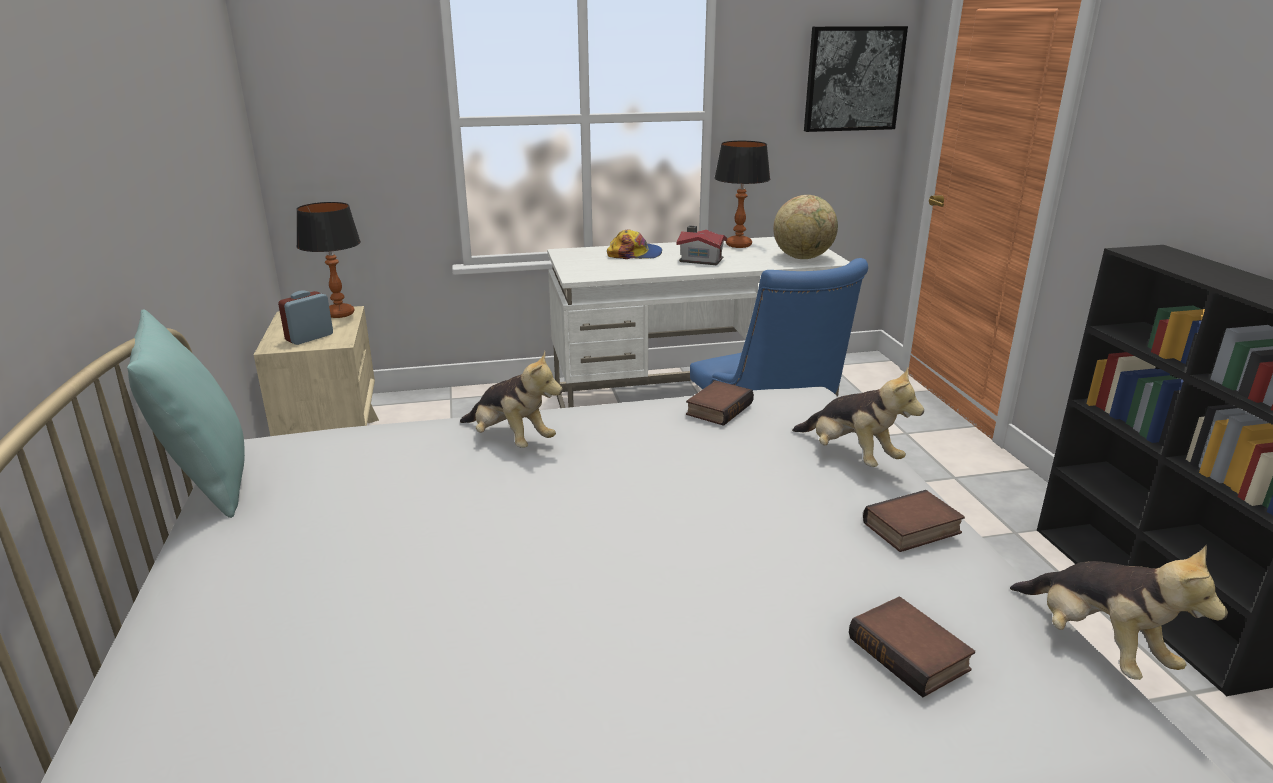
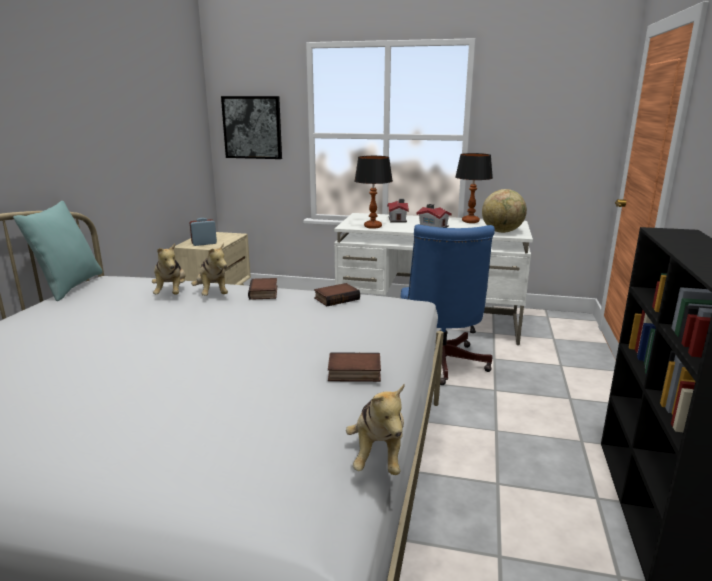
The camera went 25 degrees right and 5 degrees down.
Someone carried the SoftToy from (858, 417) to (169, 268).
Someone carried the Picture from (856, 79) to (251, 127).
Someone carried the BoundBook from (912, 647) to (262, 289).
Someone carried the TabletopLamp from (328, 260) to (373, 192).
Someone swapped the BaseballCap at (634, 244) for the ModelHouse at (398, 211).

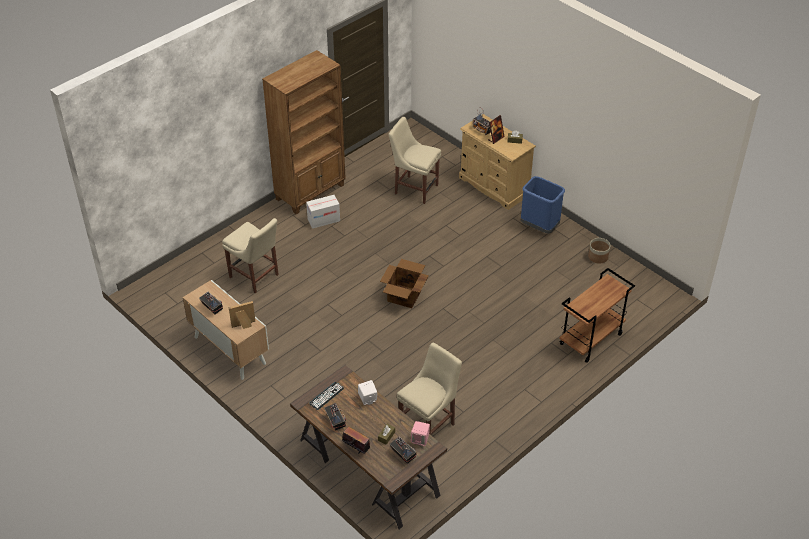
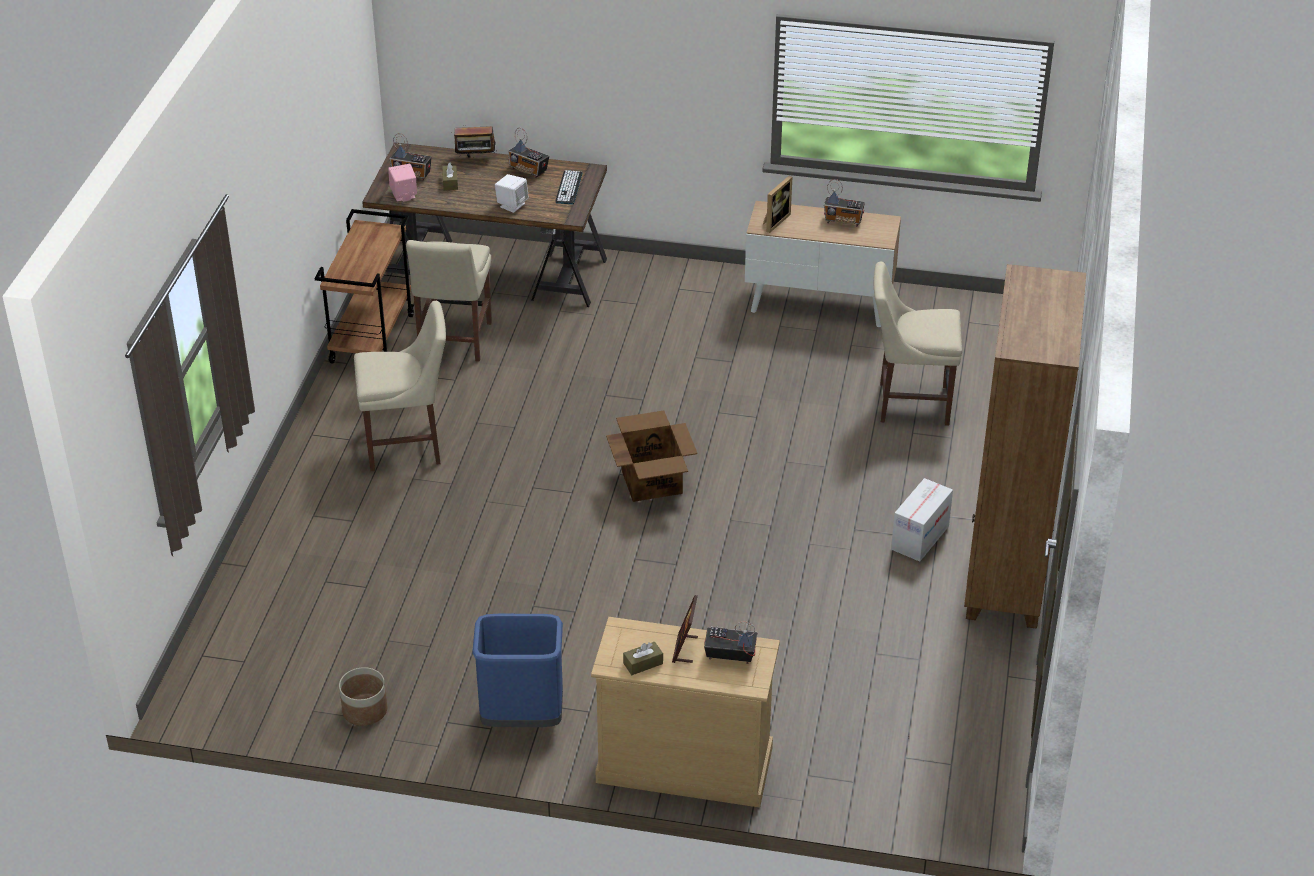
The camera went 145 degrees right and 5 degrees down.
Someone carried the BrownishCart from (597, 315) to (364, 286).
Someone carried the BeigePlainChair from (415, 160) to (400, 386).

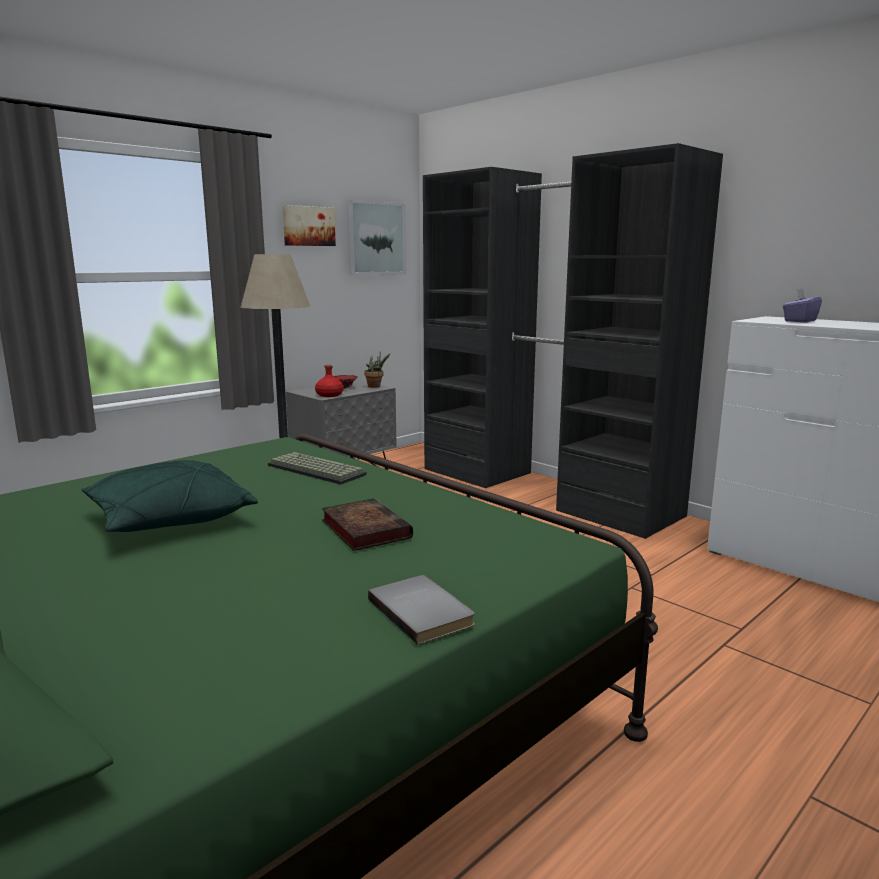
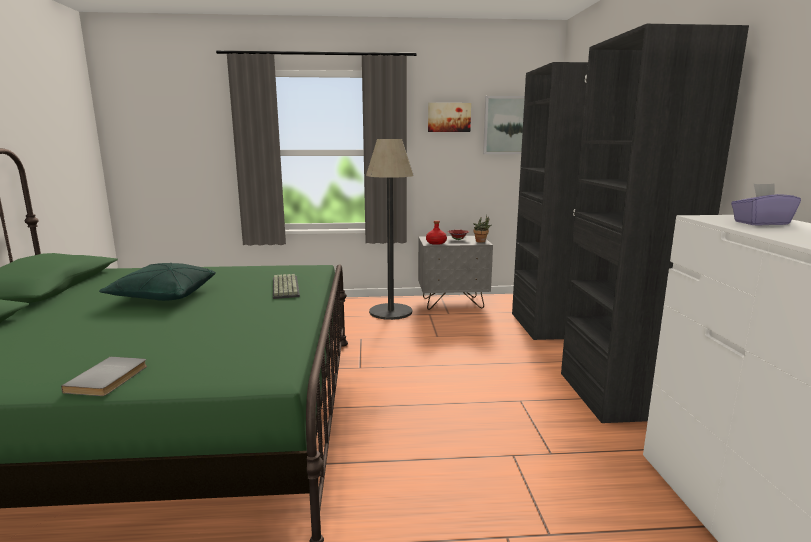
The camera went 40 degrees right and 0 degrees up.
Someone took away the BoundBook at (367, 524).

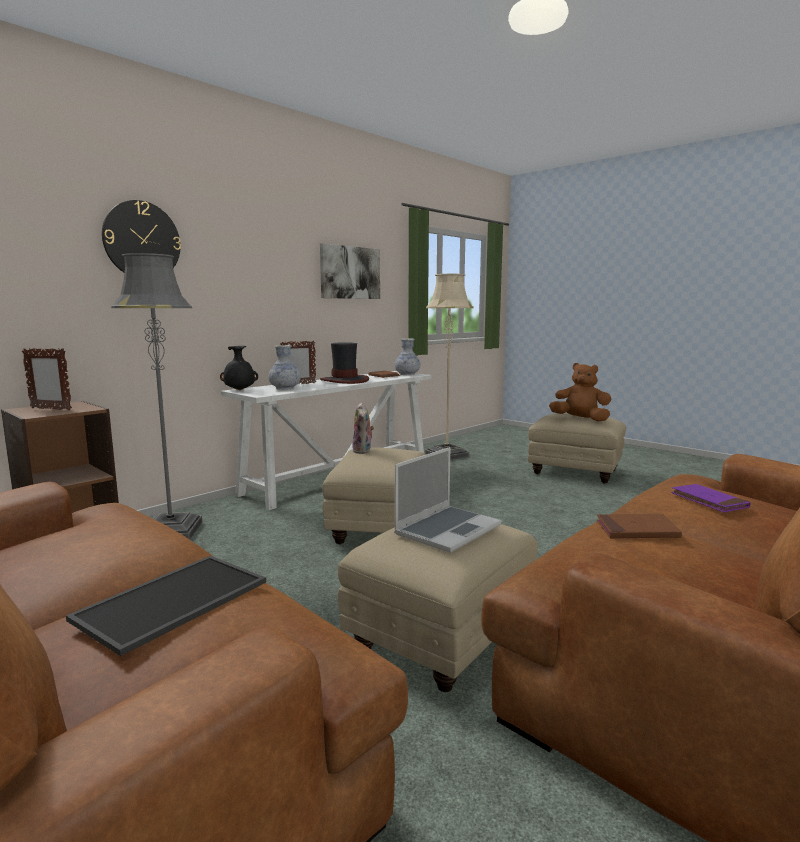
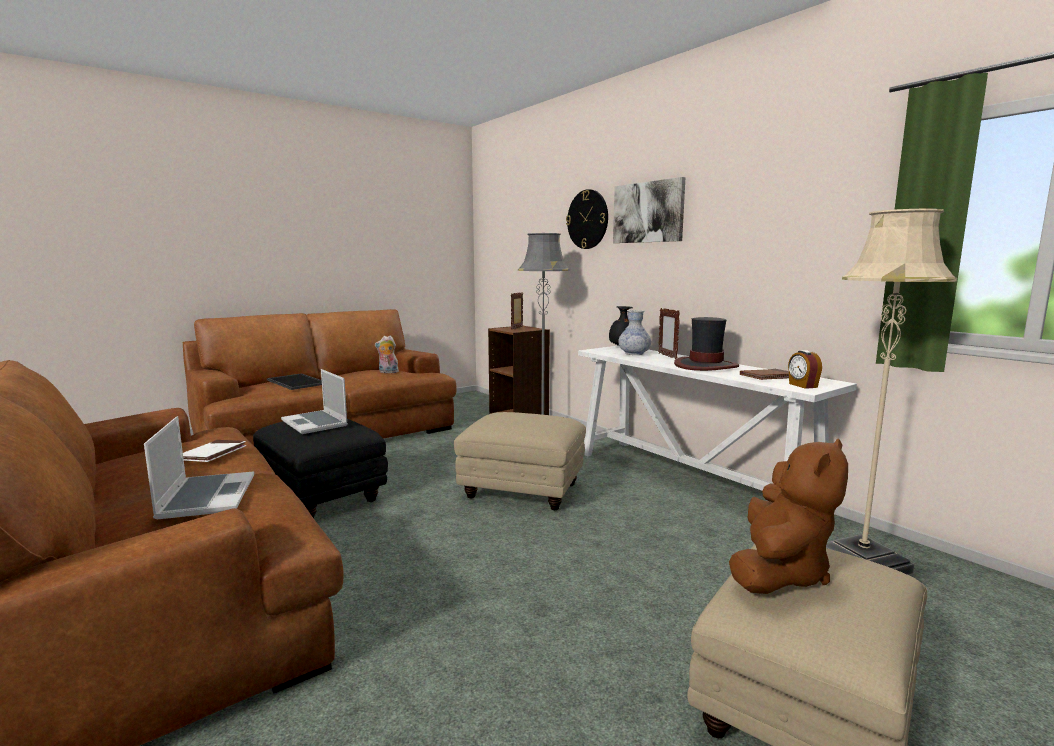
The camera went 100 degrees right and 0 degrees up.
Someone swapped the PurpleColouredBoundBook at (711, 498) for the NotebookComputer at (199, 467).
Someone repainted the BrownishBoundBook at (639, 526), which became the WhiteBoundBook at (214, 451).
Someone repainted the BeigeOttoman at (437, 608), which became the BlackColouredOttoman at (320, 468).
Someone carried the SoftToy from (363, 428) to (387, 354).
Someone carried the Picture from (350, 271) to (649, 210).
Someone swapped the Vase at (407, 357) for the TableClock at (805, 369).

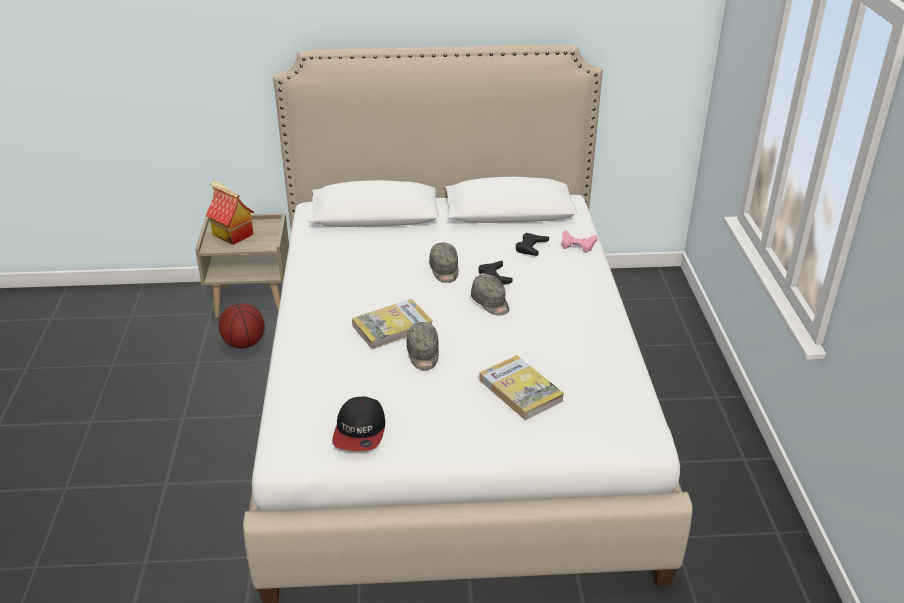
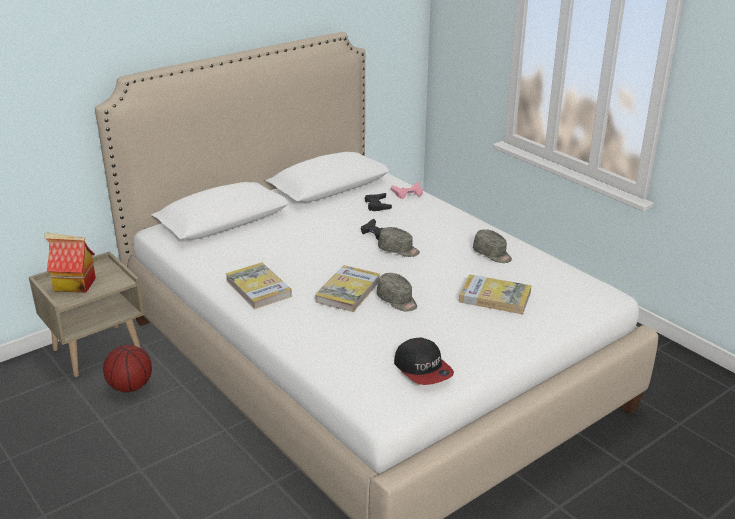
The camera went 35 degrees left and 5 degrees down.
Someone put down the BoundBook at (259, 285).
Someone carried the GreyBaseballCap from (444, 263) to (492, 246).

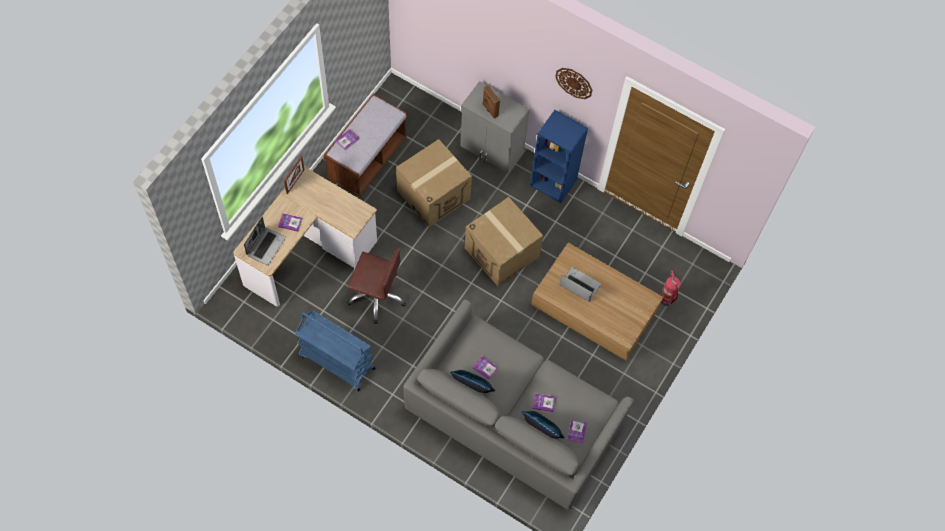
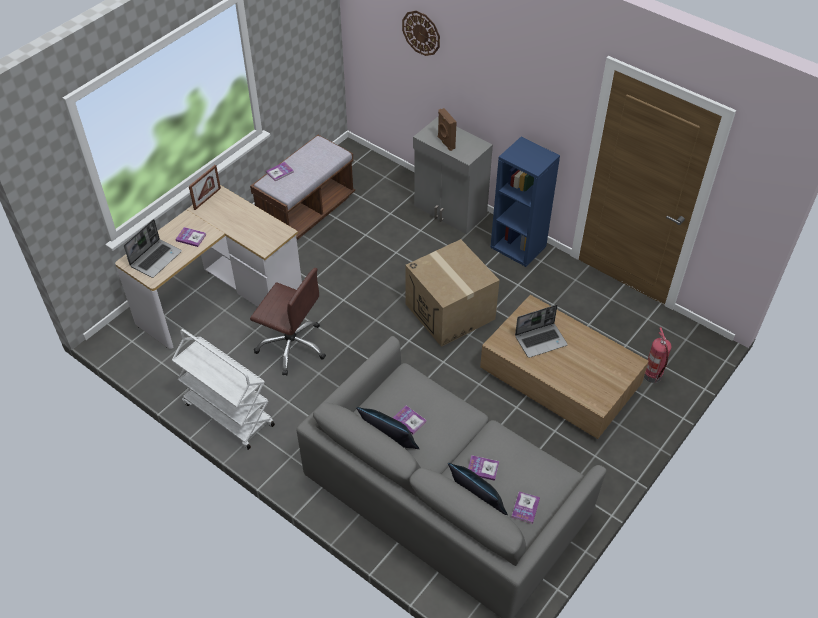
The camera went 10 degrees right and 15 degrees down.
Someone repainted the BlueCart at (335, 351), which became the WhiteCart at (223, 389).
Someone carried the HangingClock from (573, 83) to (421, 33).
Someone rotated the NotebookComputer at (580, 284) by 120 degrees clockwise.
Someone took away the Carton at (434, 183).

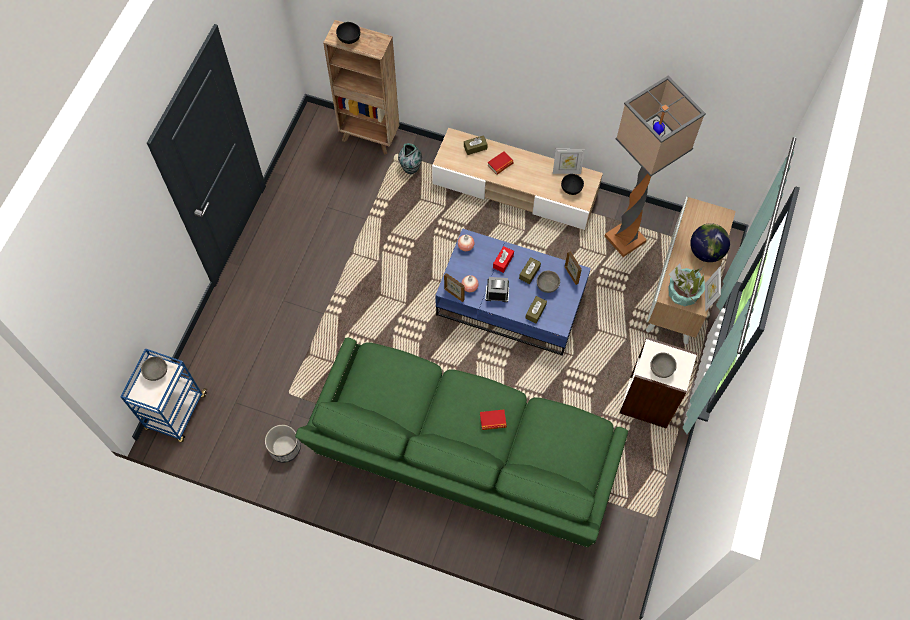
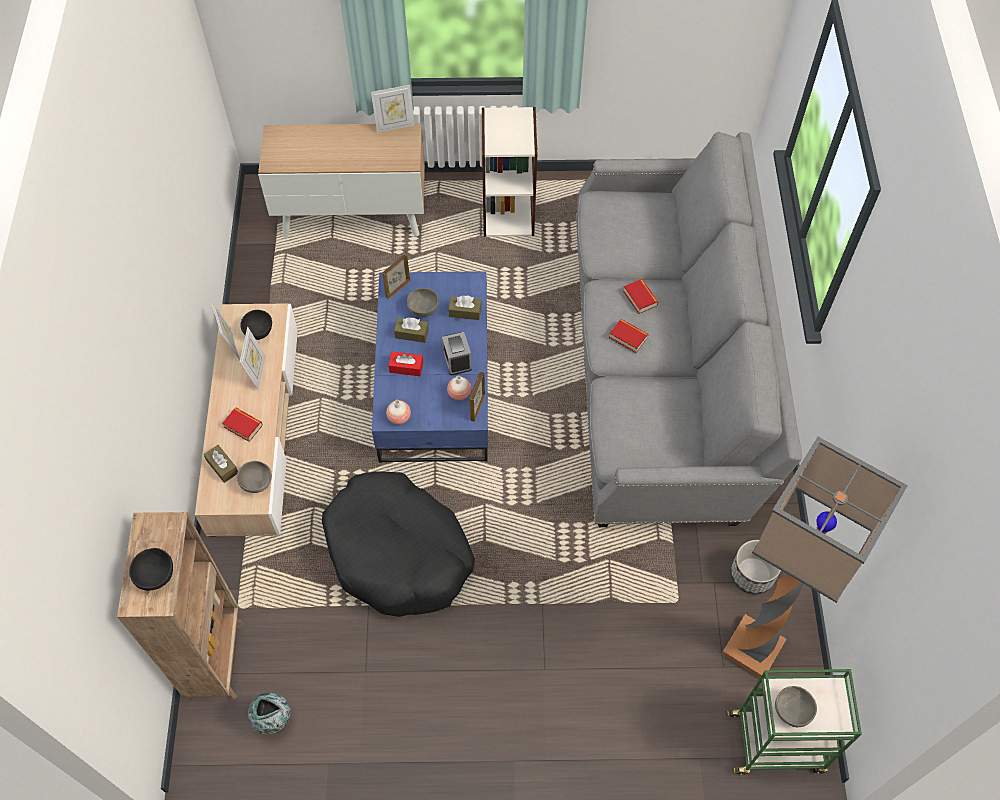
The camera went 110 degrees left and 5 degrees down.
Someone carried the GreyDeepDish from (663, 365) to (254, 477).
Someone put down the PictureFrame at (253, 358).
Someone carried the Vase from (410, 158) to (269, 713).
Someone put down the BlackColouredPetBed at (398, 544).
Someone repainted the GreenColouredSettee at (461, 442), which became the GreySettee at (689, 329).
Someone put down the BoundBook at (628, 336).
Someone carried the FloorLamp from (655, 166) to (815, 557).
Someone repainted the BlueCart at (163, 395), which became the GreenColouredCart at (794, 722).
Someone took away the PlantInAPot at (686, 285).
Someone took away the Globe at (710, 242).

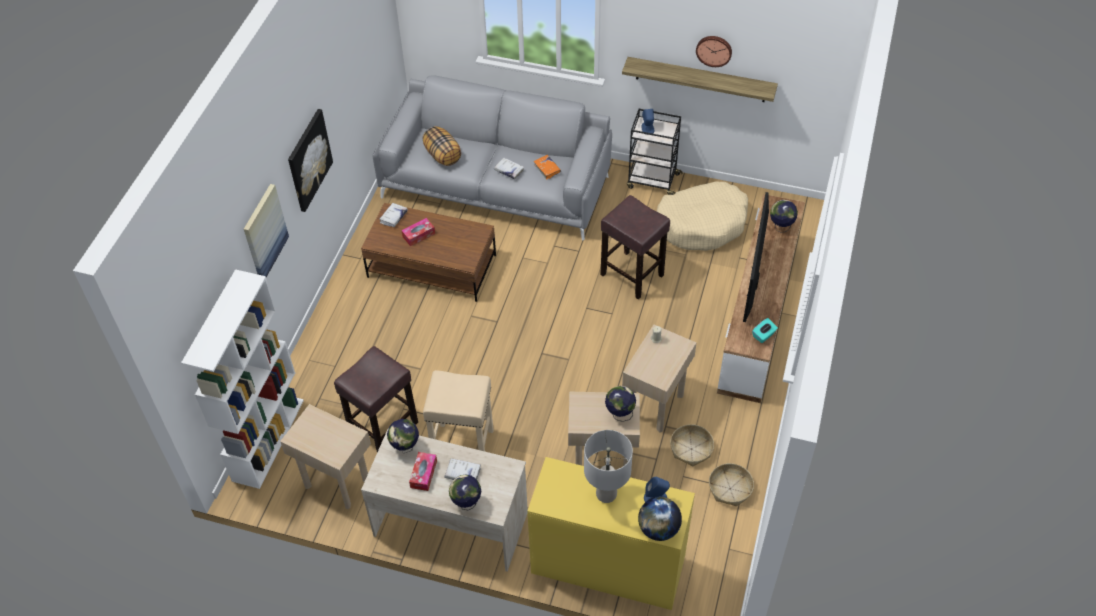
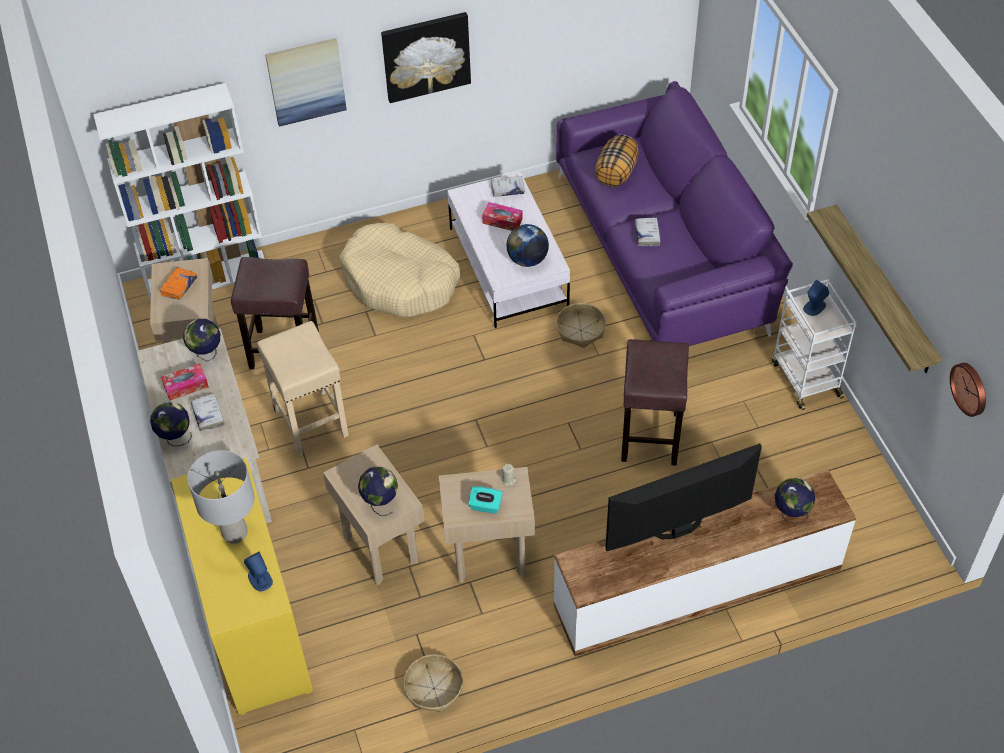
The camera went 55 degrees right and 0 degrees up.
Someone carried the OrangeColouredBoundBook from (547, 167) to (178, 283).
Someone carried the BeigePetBed from (702, 216) to (399, 270).
Someone repainted the BrownishLowTable at (428, 252), which became the WhiteLowTable at (508, 250).
Someone carried the BlueGreenBoxOfTissues from (765, 330) to (485, 500).
Someone carried the Globe from (660, 519) to (528, 245).
Someone repainted the GreySettee at (492, 157), which became the PurpleColouredSettee at (674, 213).
Someone carried the StorageBasket from (692, 445) to (581, 325).
Someone repainted the BlackColouredCart at (655, 152), which became the WhiteCart at (814, 344).
Someone carried the HangingClock from (714, 51) to (968, 390).

